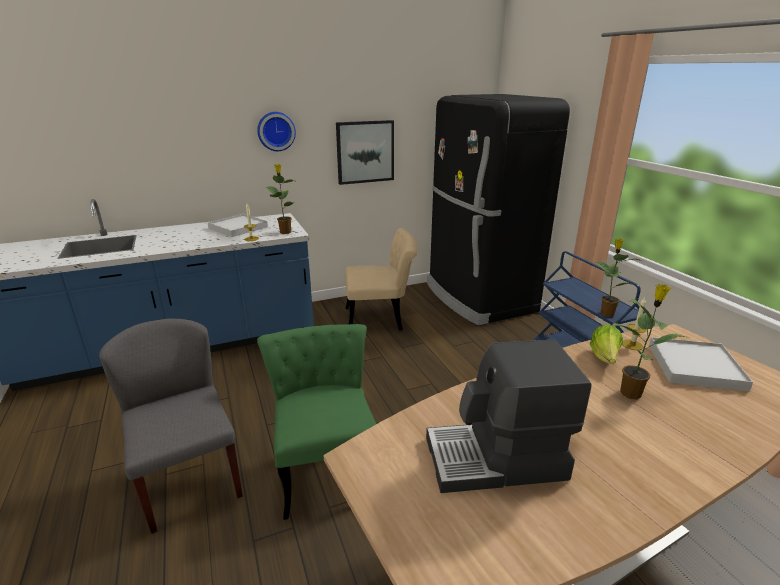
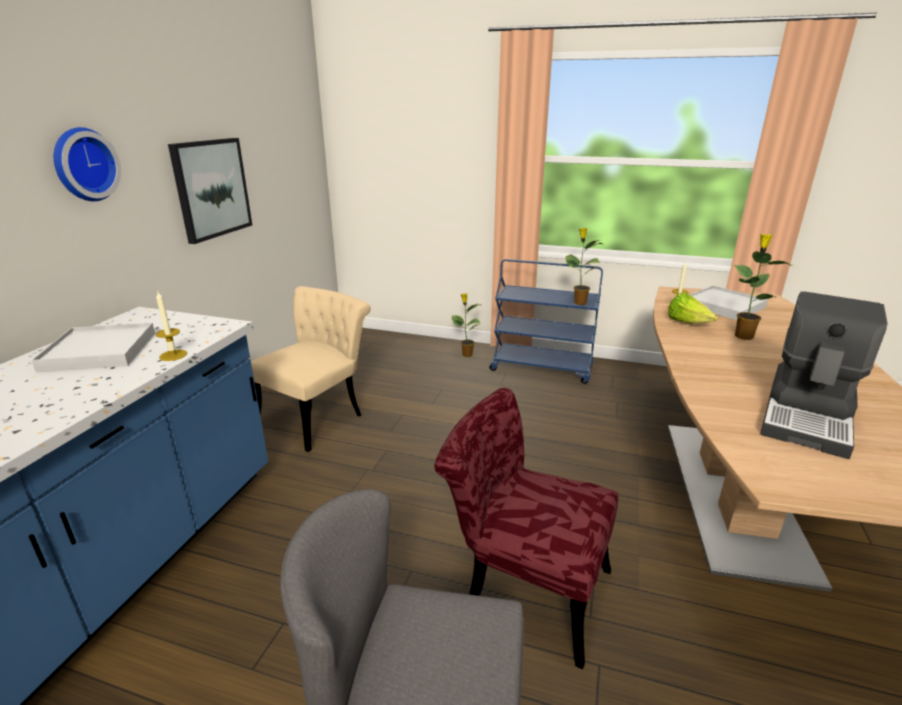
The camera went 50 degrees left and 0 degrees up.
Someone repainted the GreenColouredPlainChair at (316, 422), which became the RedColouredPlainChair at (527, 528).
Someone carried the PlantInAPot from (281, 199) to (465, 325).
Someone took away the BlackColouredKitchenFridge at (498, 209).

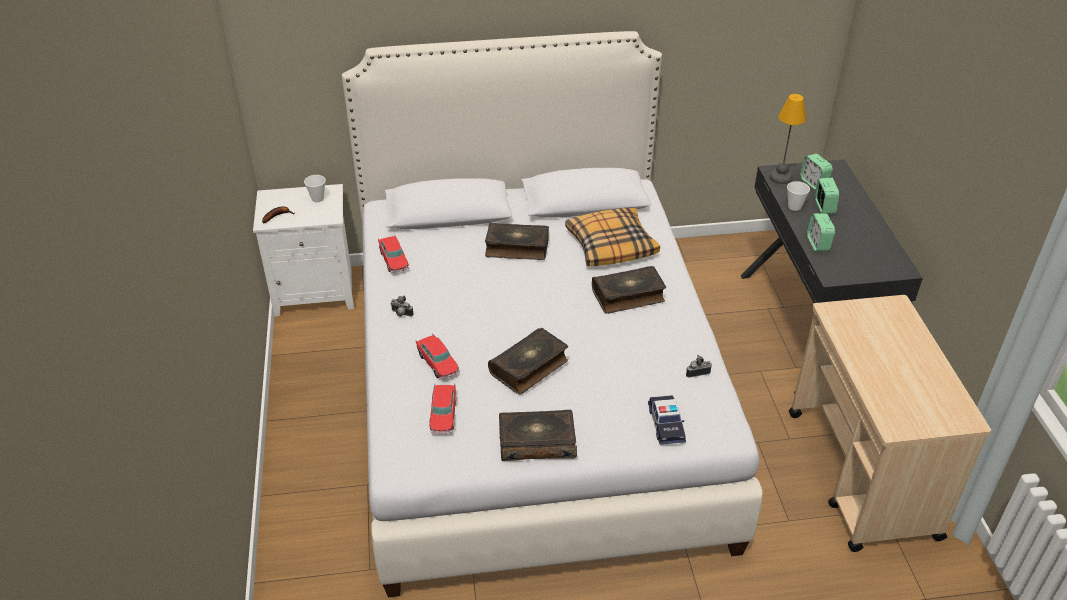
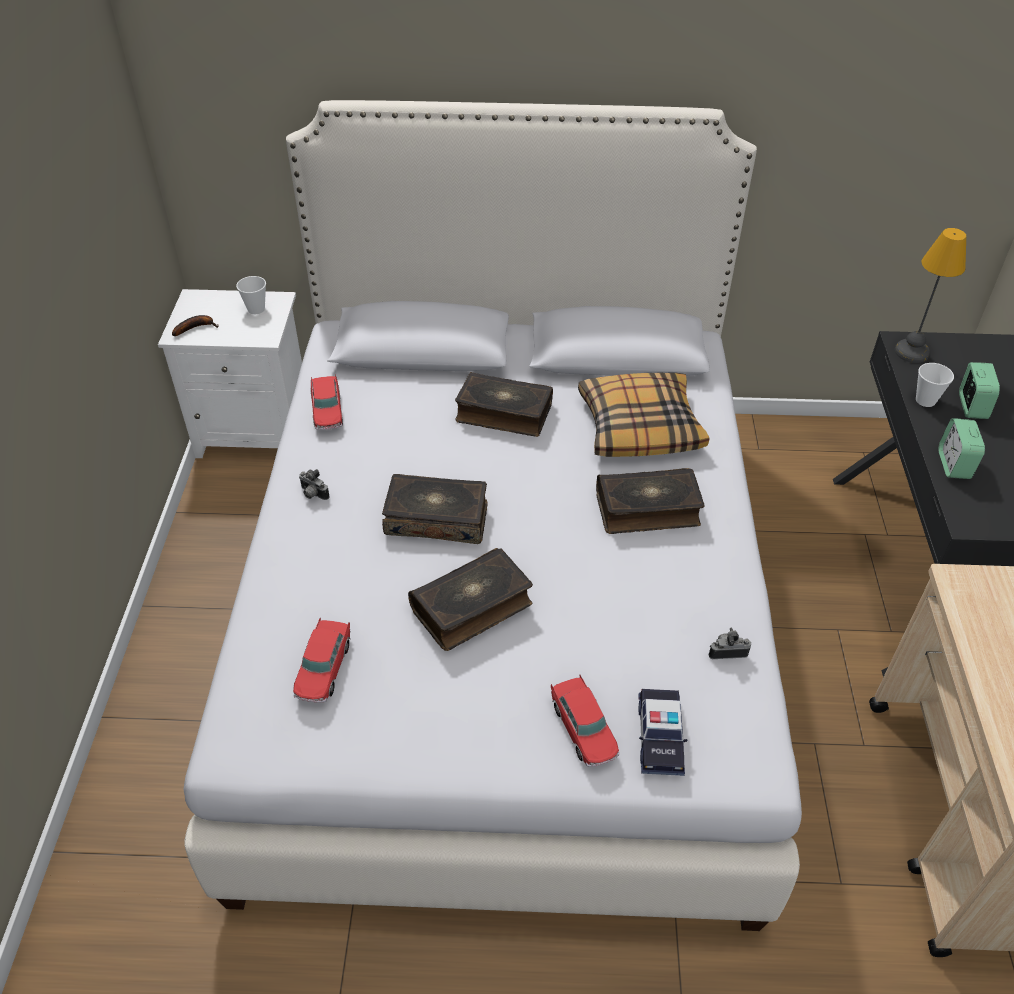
The camera went 10 degrees right and 5 degrees up.
Someone carried the BoundBook from (538, 435) to (435, 509).
Someone carried the MiniatureCar from (438, 356) to (585, 721).
Someone took away the TableClock at (816, 172).

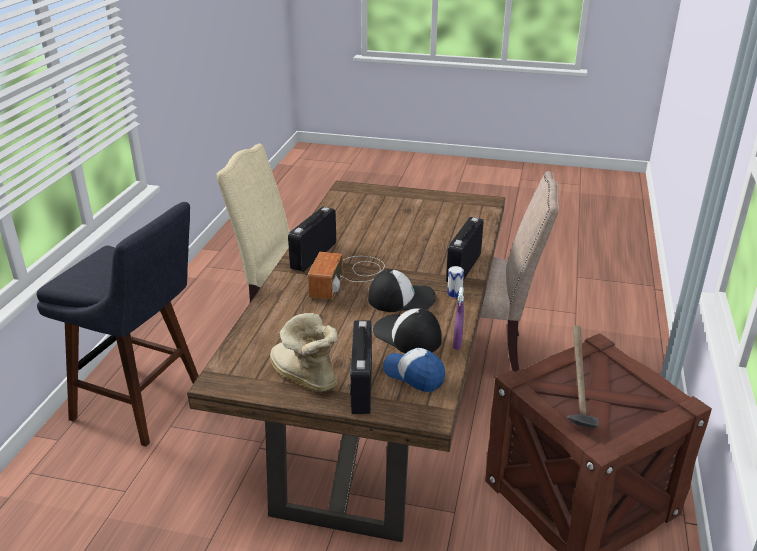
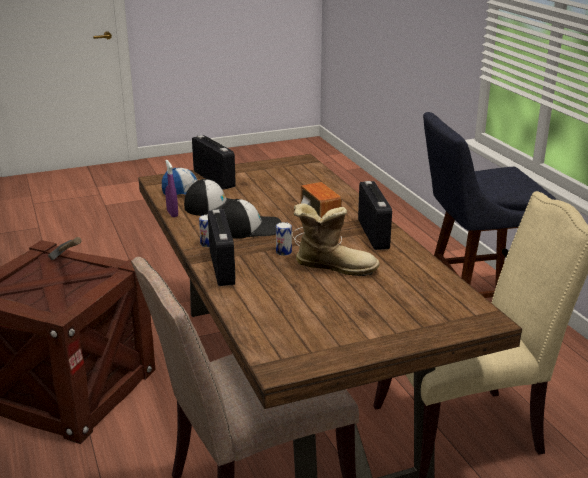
The camera went 145 degrees right and 5 degrees down.
Someone rotated the BaseballCap at (402, 290) by 150 degrees counterclockwise.
Someone put down the SealedCan at (284, 239).
Someone carried the HighTopBoot from (303, 352) to (337, 239).

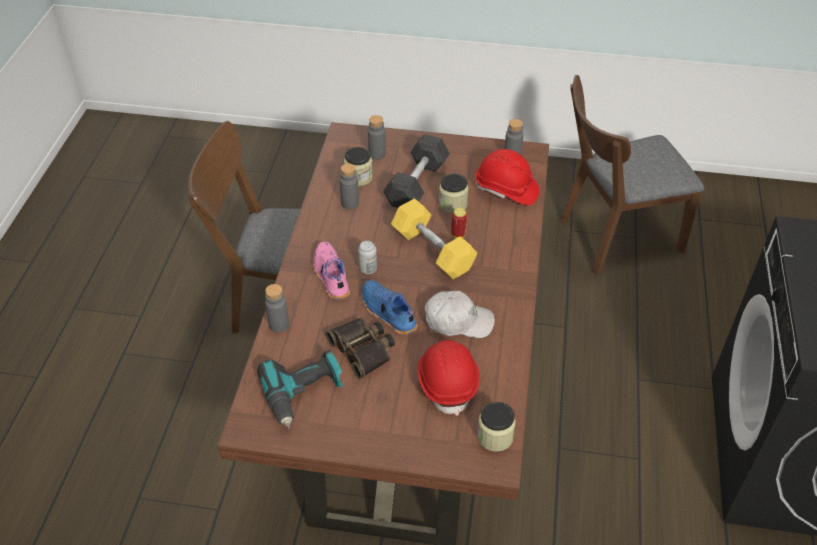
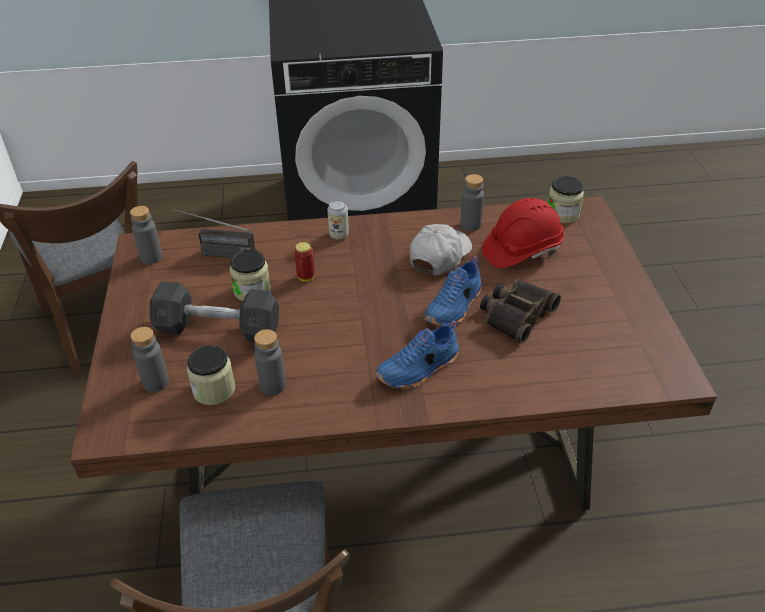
The camera went 105 degrees left and 5 degrees down.
Someone swapped the RedColouredSafetyHelmet at (507, 177) for the RadioSet at (213, 233).
Someone carried the SealedCan from (367, 257) to (338, 220).
Someone repainted the PinkColouredItemOfFootwear at (331, 271), which became the BlueItemOfFootwear at (417, 354).
Someone rotated the WhiteBaseballCap at (460, 314) by 45 degrees clockwise.
Someone carried the GreyDrinkBottle from (277, 308) to (472, 202).
Someone took away the ElectricDrill at (300, 388).
Someone took away the YellowColouredDumbbell at (434, 238).

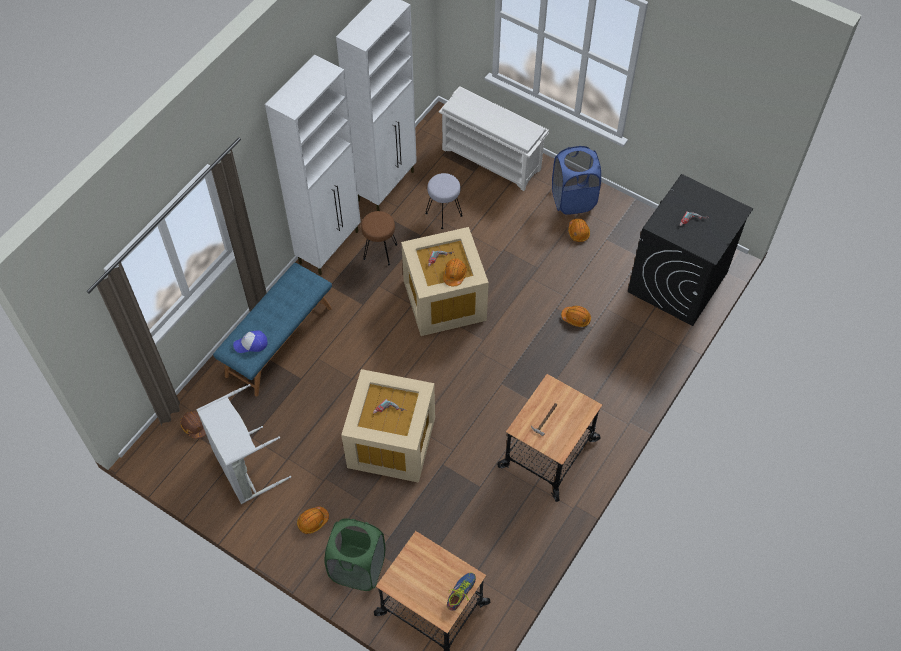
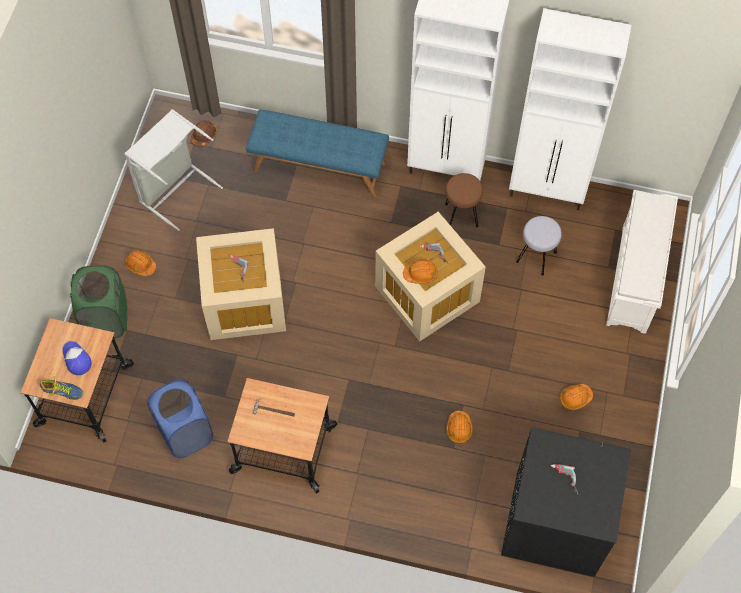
The camera went 70 degrees right and 5 degrees up.
Someone carried the BaseballCap from (250, 341) to (76, 358).
Someone carried the BlueLaundryBasket from (576, 180) to (180, 419).

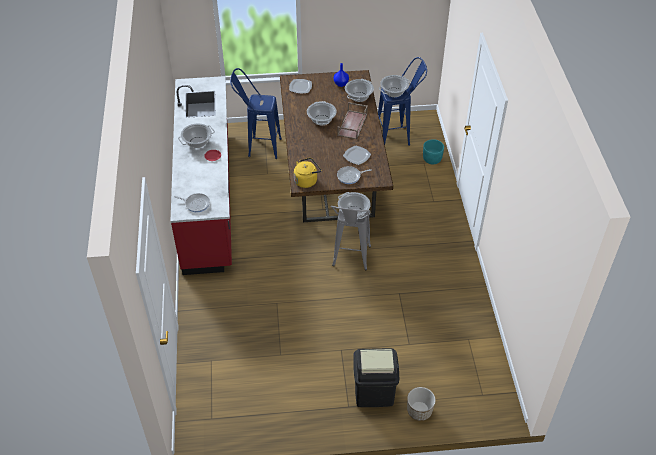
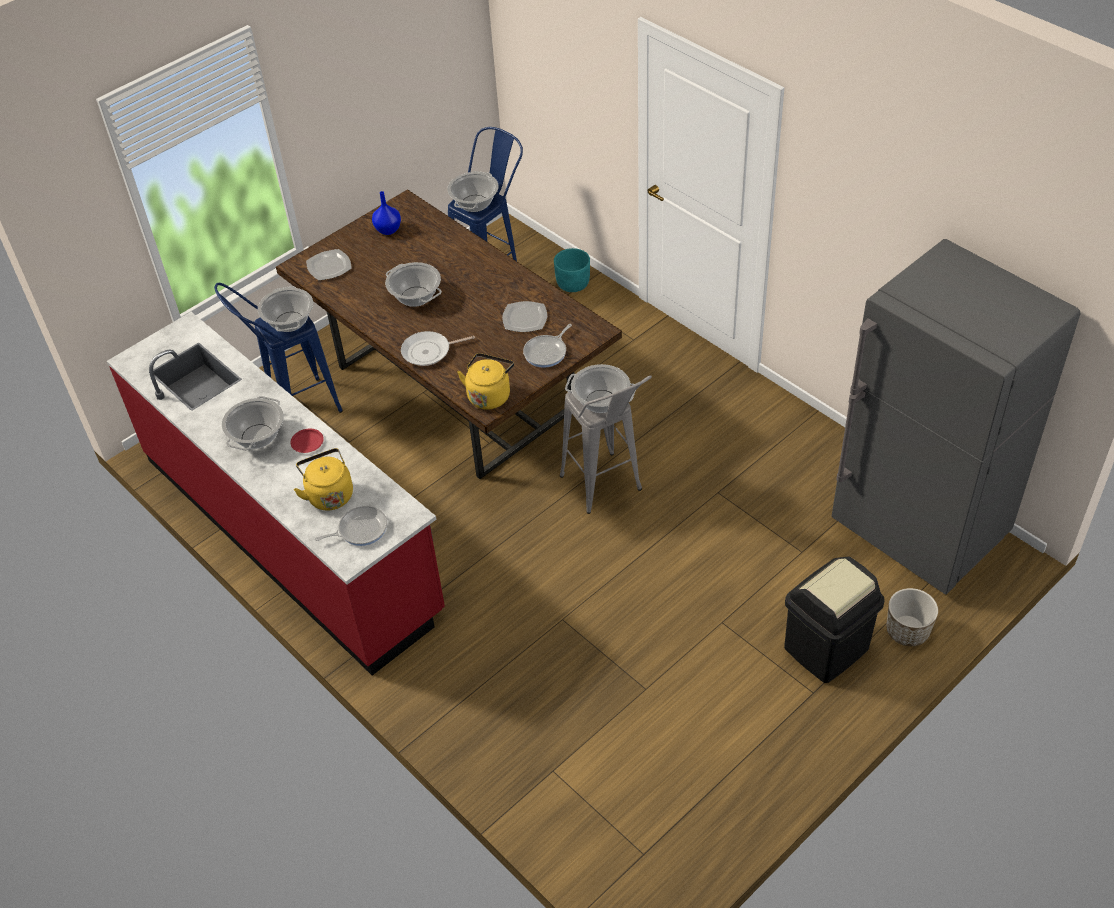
The camera went 35 degrees left and 0 degrees up.
Someone carried the CookingPot from (359, 90) to (285, 309).
Someone put down the YellowColouredTeaKettle at (323, 479).
Someone put down the Pan at (438, 348).
Someone put down the GreyKitchenFridge at (956, 417).
Someone took away the BrownishTray at (352, 121).

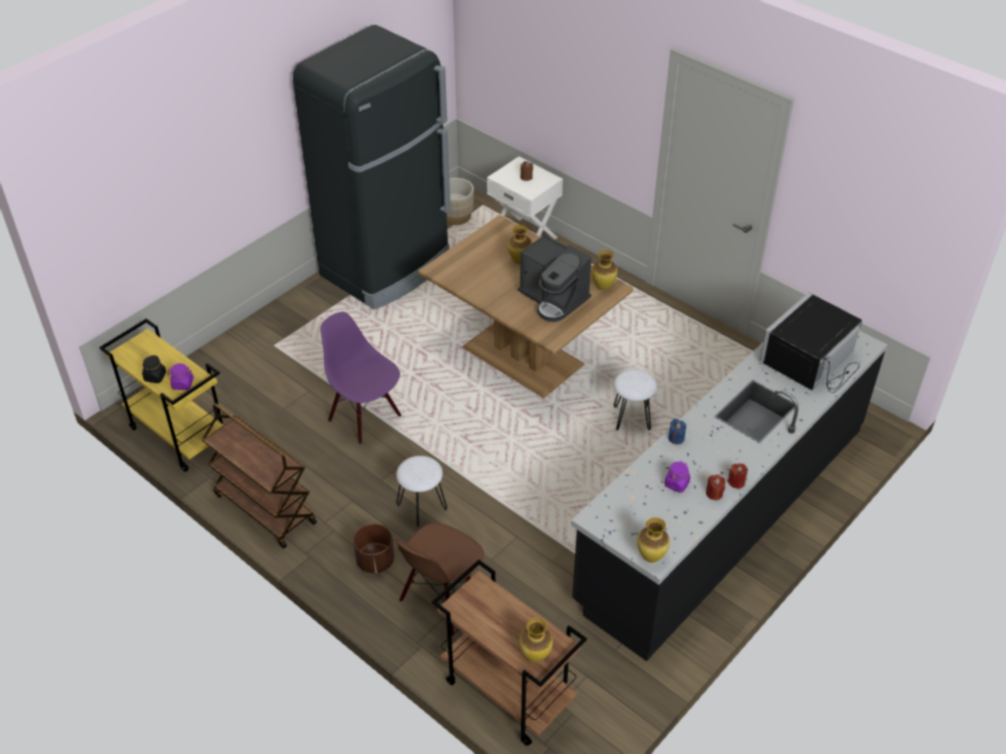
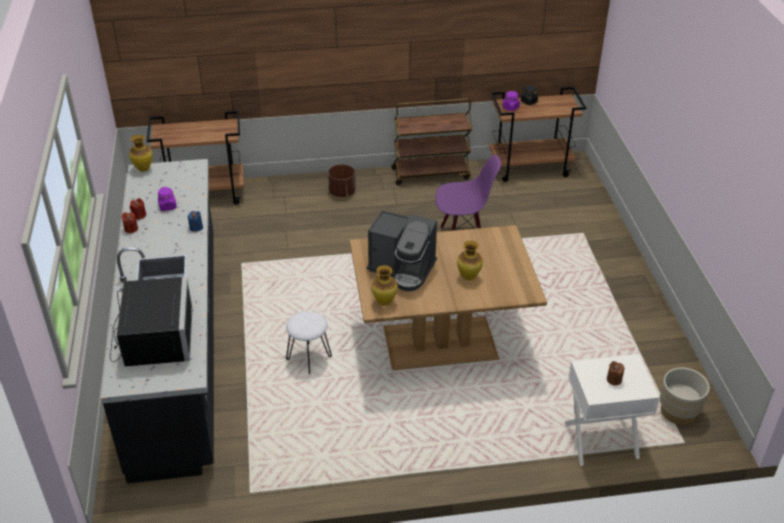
The camera went 130 degrees right and 5 degrees down.
Someone rotated the CoffeeMaker at (554, 278) by 150 degrees counterclockwise.
Someone repainted the YellowColouredCart at (161, 395), which became the BrownishCart at (537, 134).
Someone took away the BlackColouredKitchenFridge at (372, 167).
Someone took away the WhiteStool at (421, 491).
Someone took away the BrownishPlainChair at (440, 579).
Someone took away the Vase at (536, 640).

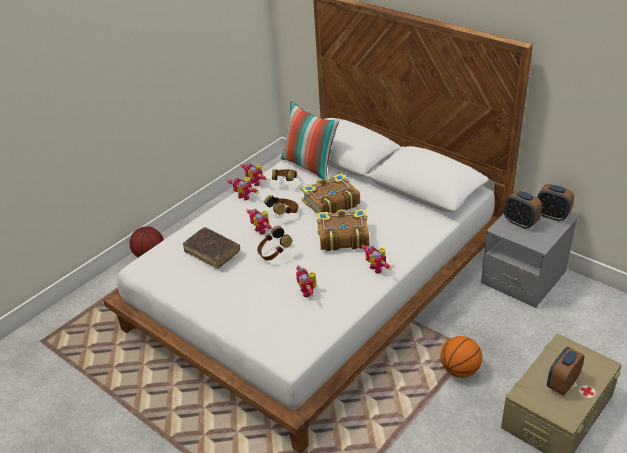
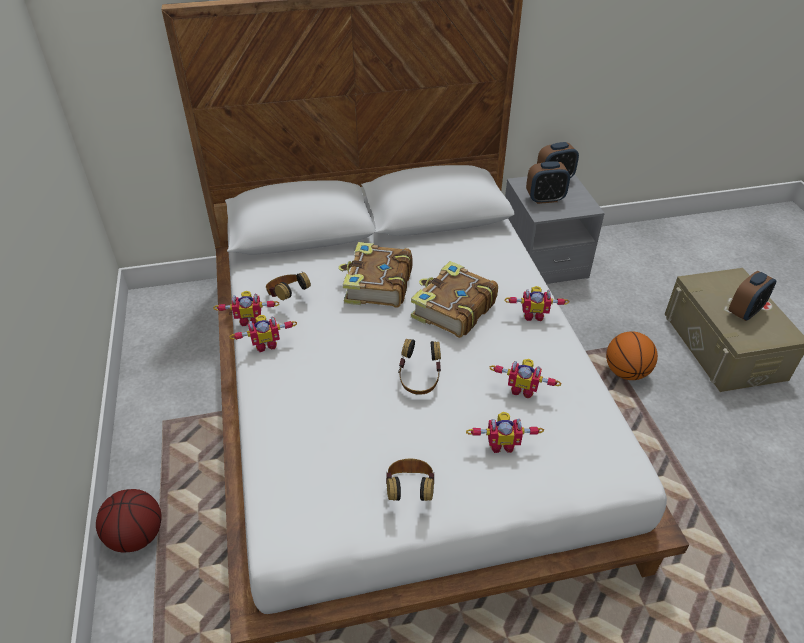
The camera went 55 degrees left and 5 degrees up.
Someone carried the Headphones from (281, 205) to (410, 479).
Someone carried the ModelRobot from (259, 221) to (505, 432).
Someone rotated the TableClock at (566, 371) by 120 degrees counterclockwise.
Someone took away the BrownishBoundBook at (211, 248).
Someone took away the Pillow at (310, 141).

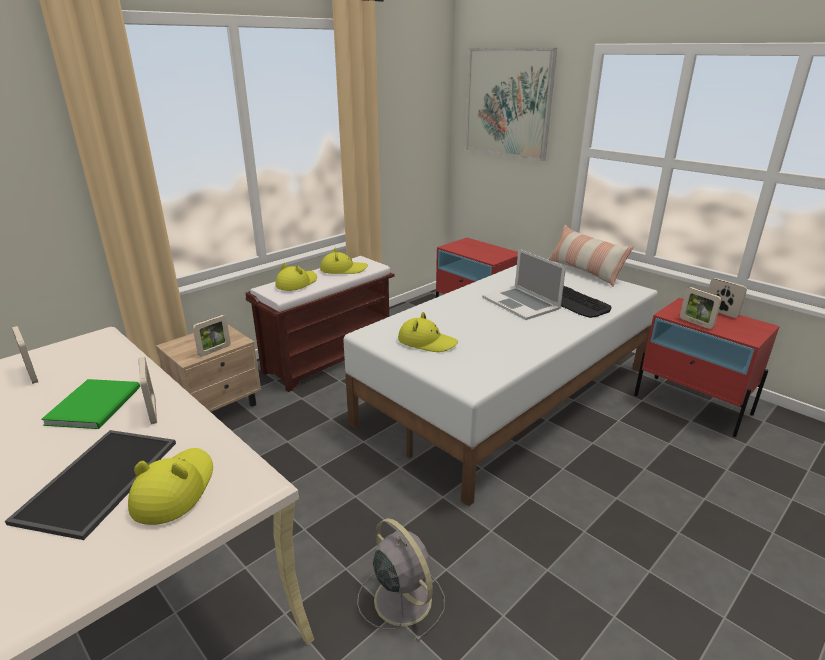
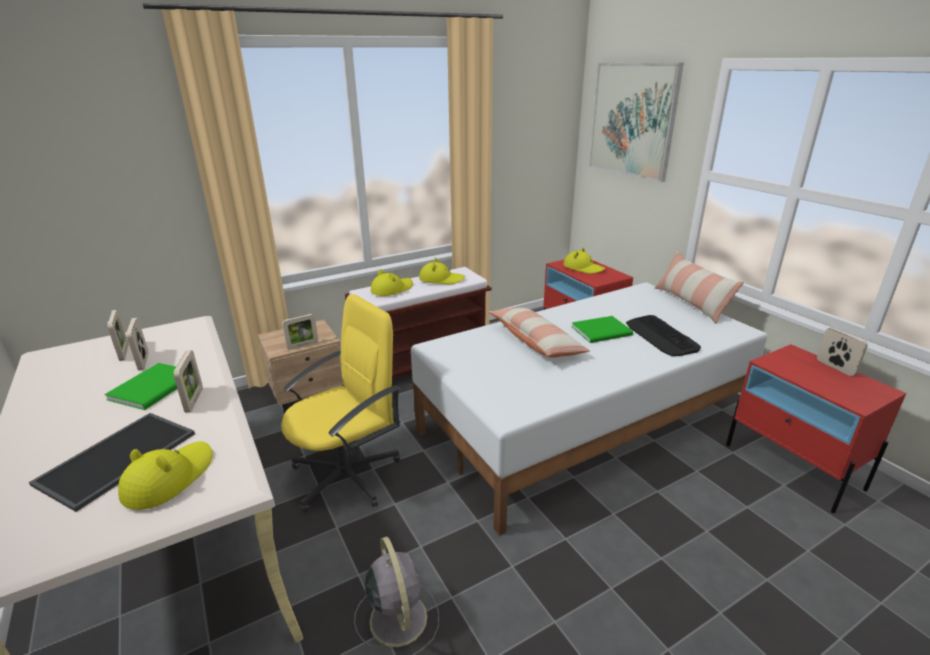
The camera went 15 degrees right and 0 degrees up.
Someone carried the PictureFrame from (701, 308) to (137, 344).
Someone put down the YellowColouredDeskChair at (340, 403).
Someone put down the Pillow at (539, 332).
Someone carried the YellowColouredClothingHat from (428, 332) to (584, 260).
Someone swapped the NotebookComputer at (524, 284) for the GreenColouredBoundBook at (602, 329).

